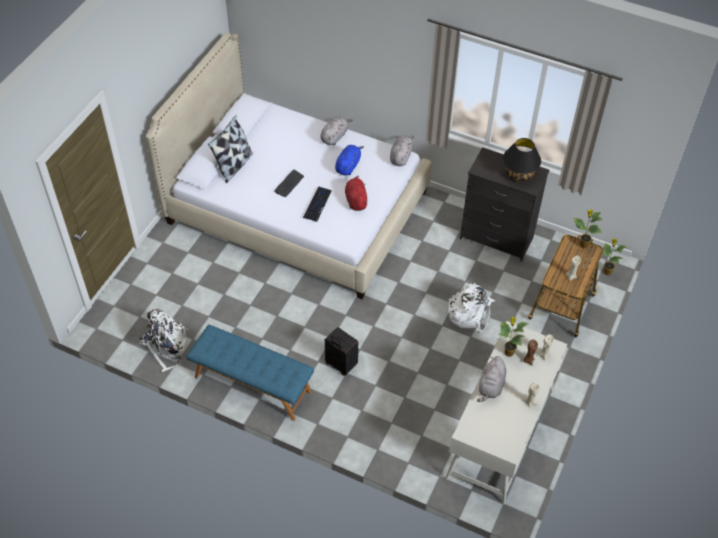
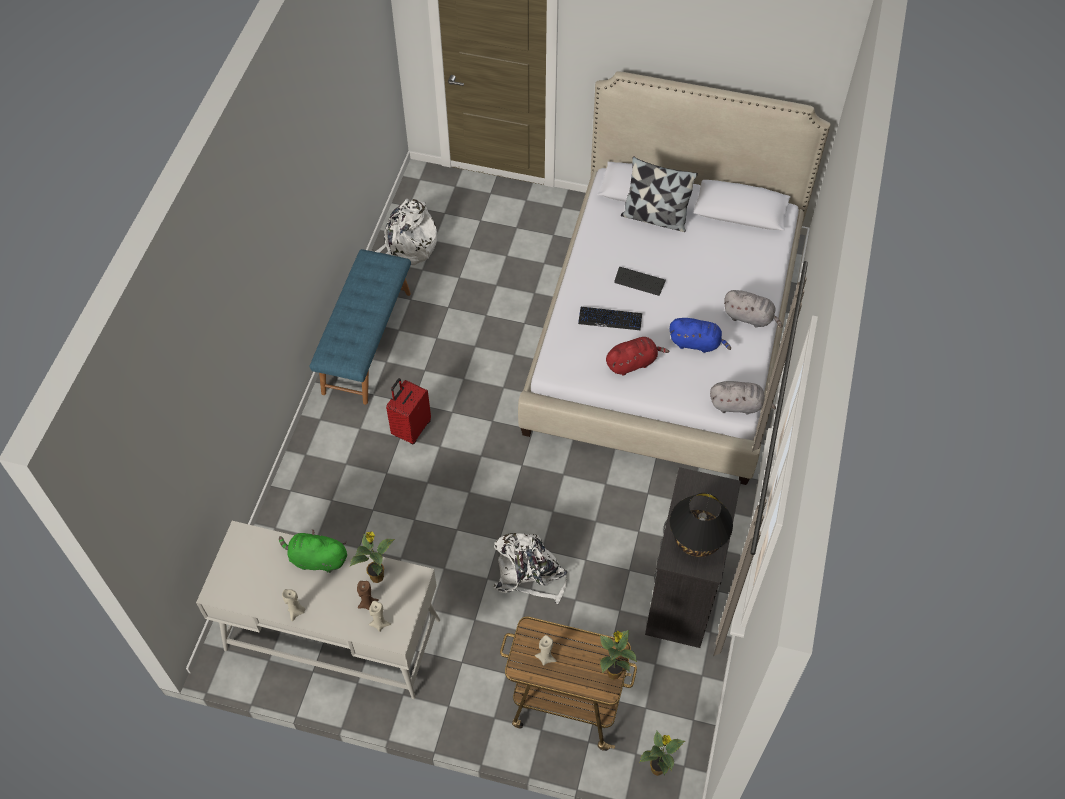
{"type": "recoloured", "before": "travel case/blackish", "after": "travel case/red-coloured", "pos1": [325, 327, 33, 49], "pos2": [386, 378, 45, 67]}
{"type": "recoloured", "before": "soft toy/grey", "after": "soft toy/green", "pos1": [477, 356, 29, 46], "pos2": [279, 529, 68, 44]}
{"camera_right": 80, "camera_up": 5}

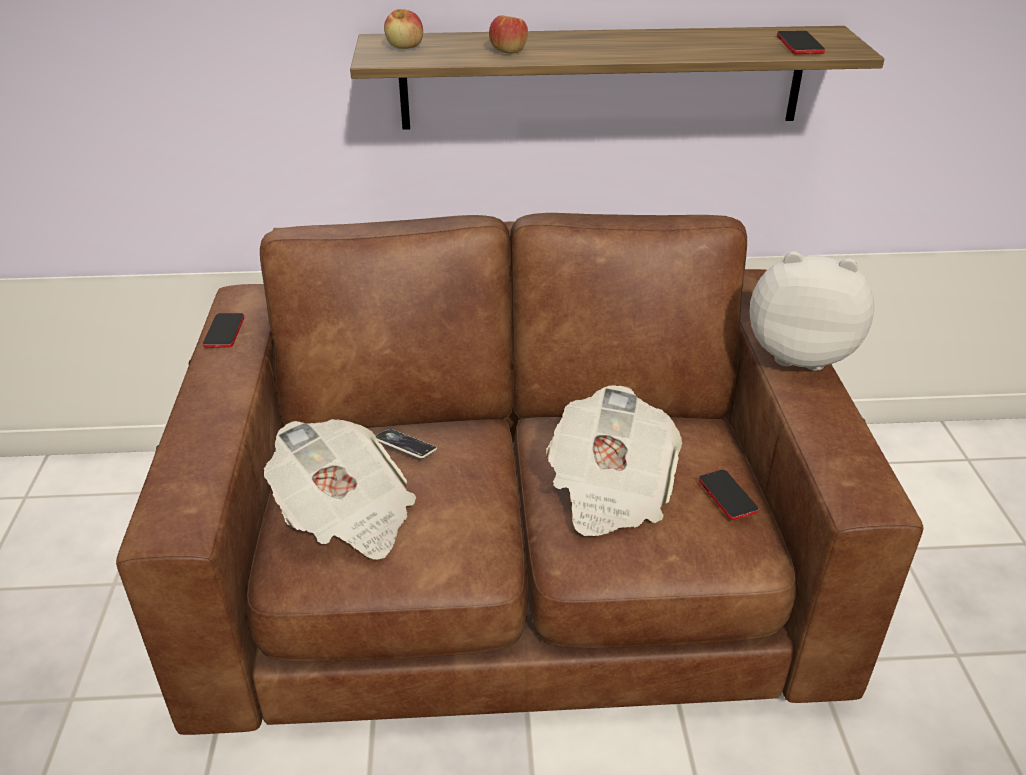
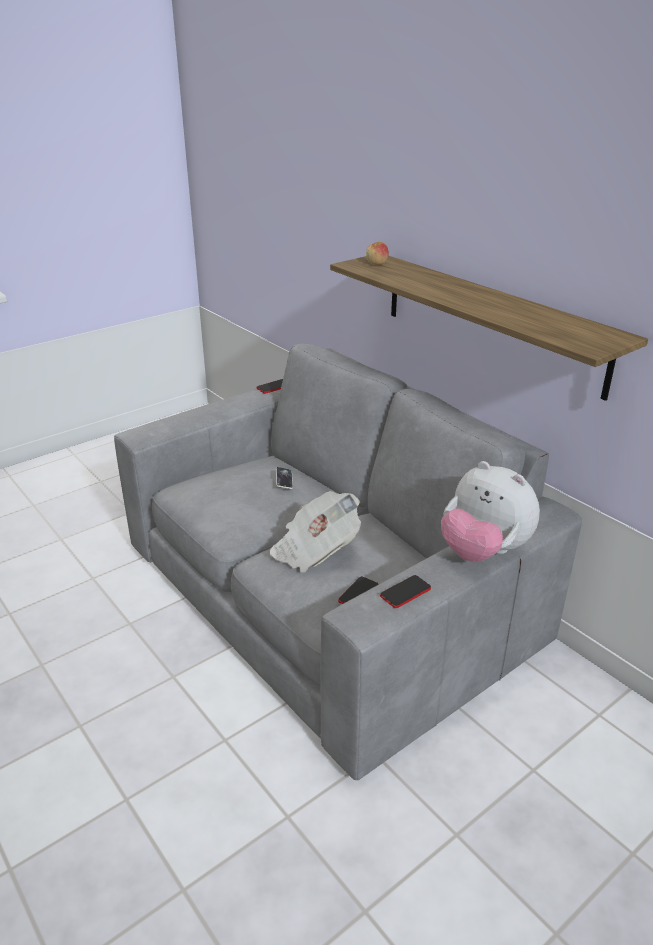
{"type": "removed", "before": "apple", "pos1": [489, 15, 39, 39]}
{"type": "moved", "before": "phone", "pos1": [777, 31, 48, 23], "pos2": [380, 575, 51, 33]}
{"type": "recoloured", "before": "settee/brown", "after": "settee/grey", "pos1": [116, 213, 807, 522], "pos2": [114, 344, 468, 436]}
{"type": "turned", "before": "soft toy", "pos1": [750, 251, 125, 120], "pos2": [441, 461, 99, 101], "turn": 150}
{"type": "removed", "before": "newspaper", "pos1": [264, 419, 152, 141]}
{"camera_right": 55, "camera_up": -5}

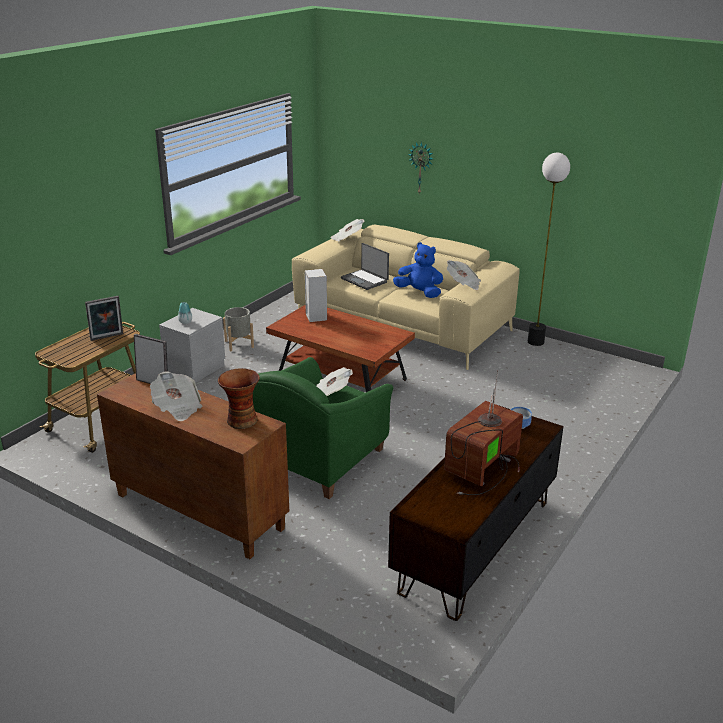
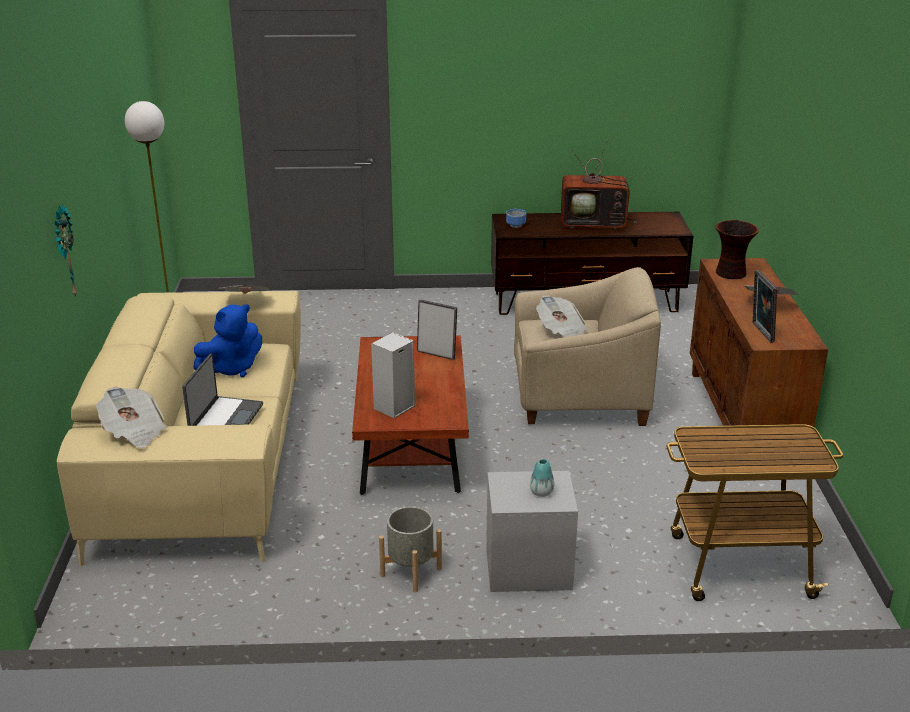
{"type": "turned", "before": "soft toy/blue-coloured", "pos1": [393, 242, 50, 56], "pos2": [193, 304, 69, 73], "turn": -120}
{"type": "moved", "before": "photo frame", "pos1": [85, 296, 38, 45], "pos2": [417, 300, 40, 60]}
{"type": "recoloured", "before": "armchair/green", "after": "armchair/sand-coloured", "pos1": [253, 357, 140, 142], "pos2": [514, 267, 147, 159]}
{"camera_right": -125, "camera_up": 0}

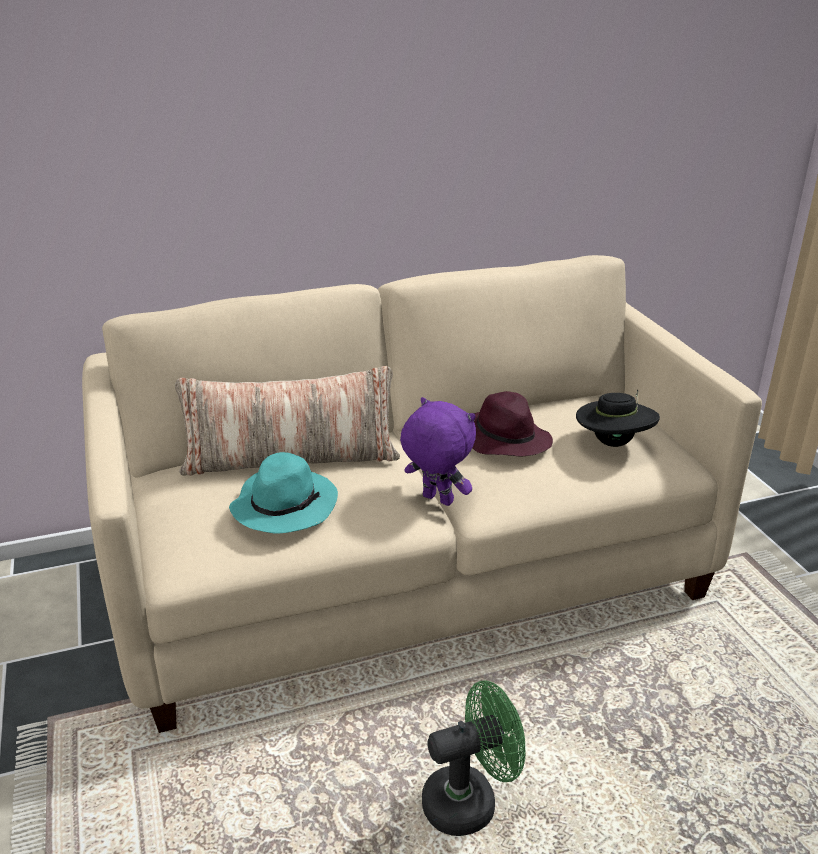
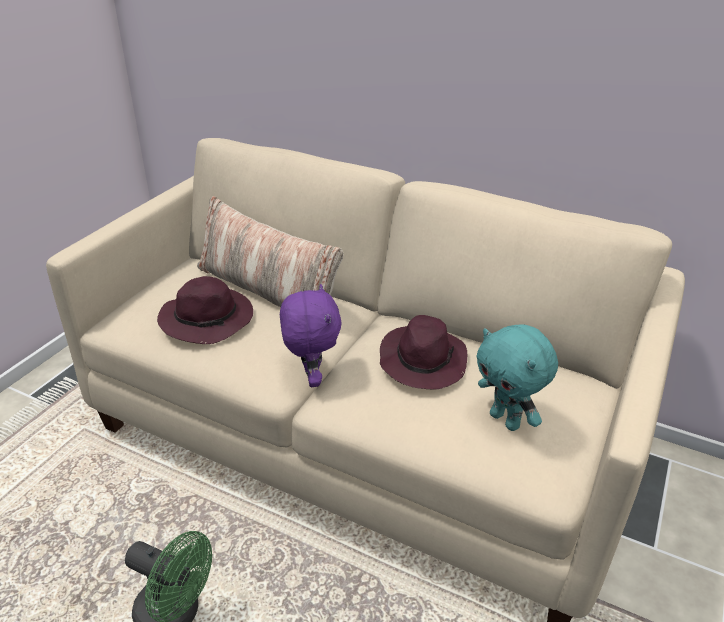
{"type": "replaced", "before": "clothing hat/blackish", "after": "soft toy/turquoise-coloured", "pos1": [576, 390, 84, 57], "pos2": [476, 324, 82, 107]}
{"type": "recoloured", "before": "clothing hat/turquoise-coloured", "after": "clothing hat/purplish", "pos1": [229, 452, 109, 82], "pos2": [157, 276, 96, 68]}
{"camera_right": 45, "camera_up": 5}

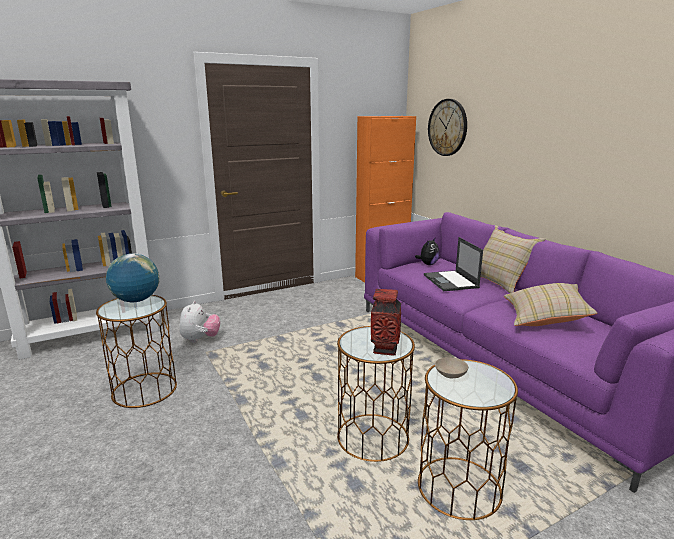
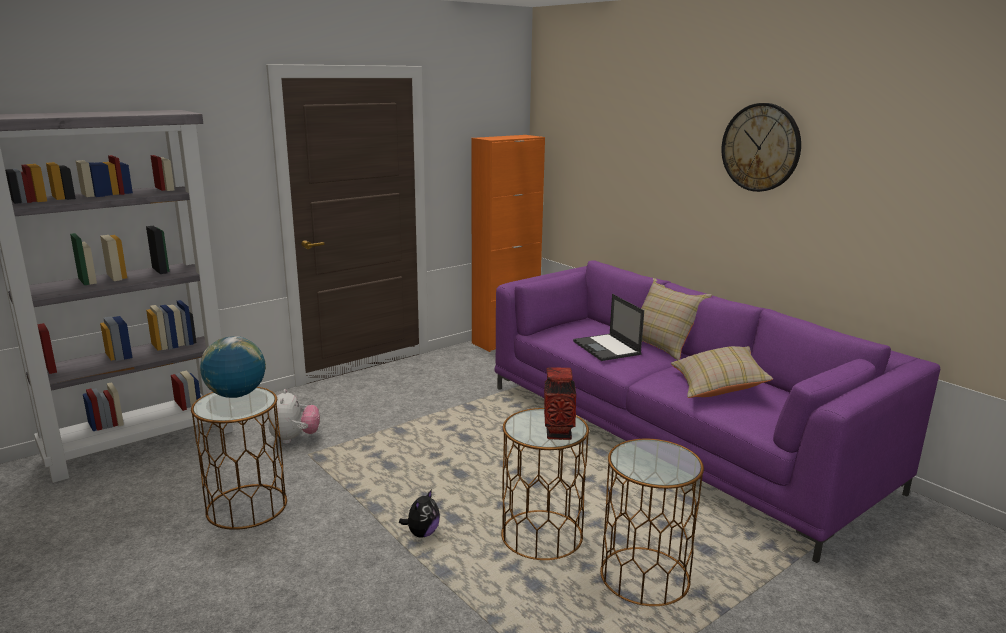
{"type": "moved", "before": "hanging clock", "pos1": [428, 99, 39, 57], "pos2": [722, 103, 79, 89]}
{"type": "moved", "before": "soft toy", "pos1": [415, 238, 24, 27], "pos2": [399, 489, 41, 49]}
{"type": "removed", "before": "deep dish/sand-coloured", "pos1": [435, 357, 33, 21]}
{"camera_right": -10, "camera_up": 0}

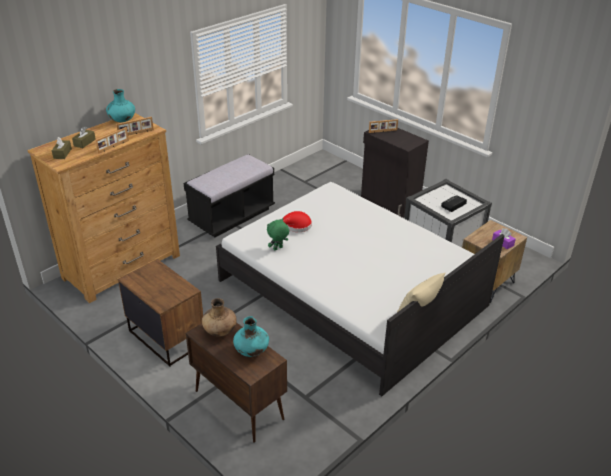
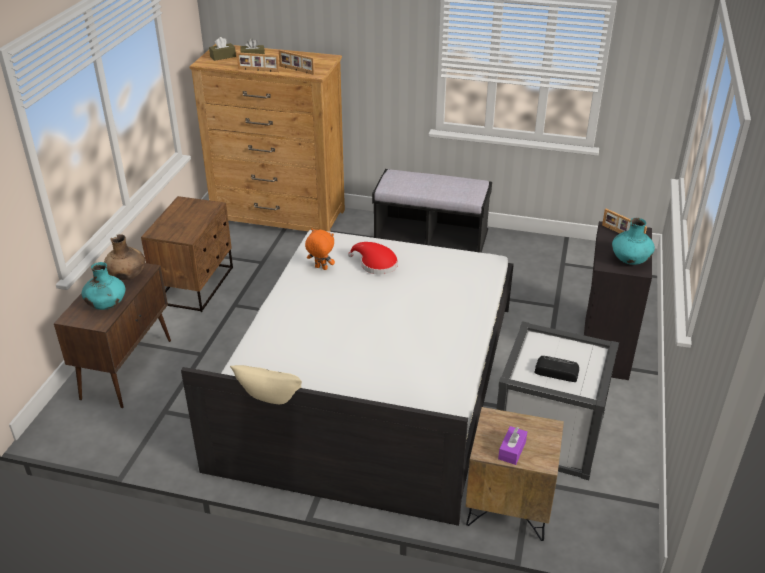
{"type": "moved", "before": "decorative vase/turquoise-coloured", "pos1": [106, 89, 29, 33], "pos2": [612, 218, 43, 47]}
{"type": "recoloured", "before": "soft toy/green", "after": "soft toy/orange-coloured", "pos1": [267, 218, 22, 32], "pos2": [305, 228, 30, 42]}
{"camera_right": 60, "camera_up": 0}

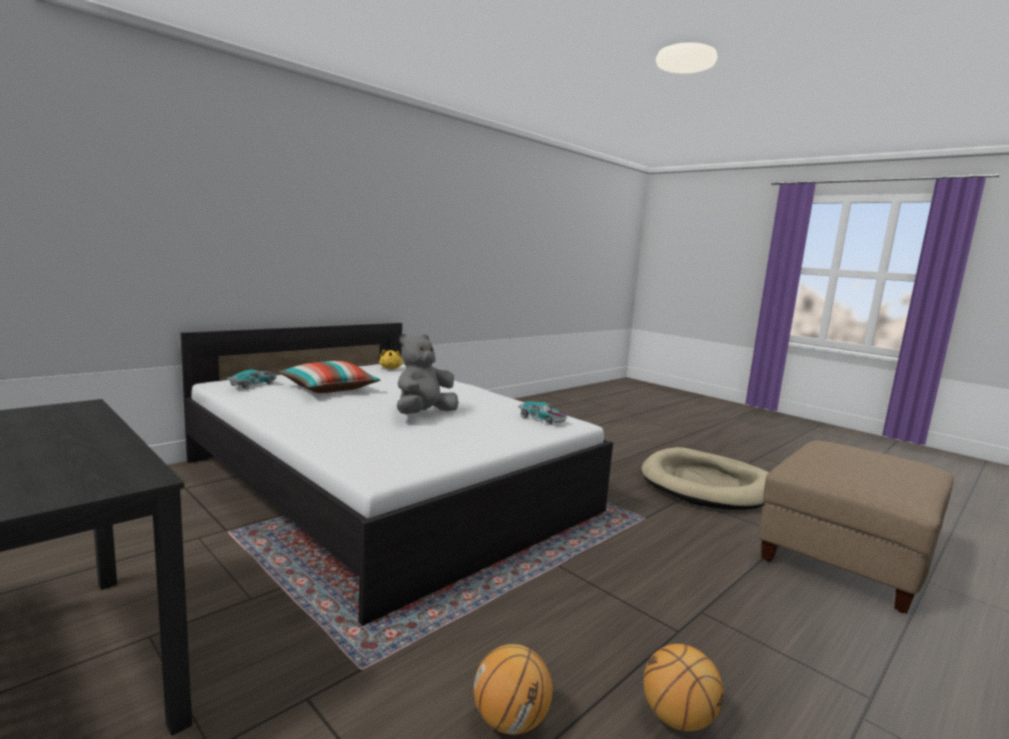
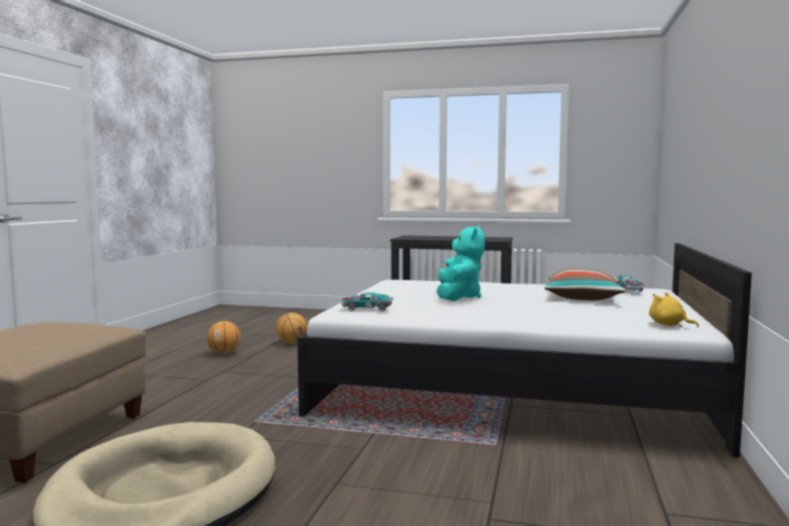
{"type": "recoloured", "before": "soft toy/grey", "after": "soft toy/turquoise-coloured", "pos1": [397, 334, 62, 80], "pos2": [437, 225, 48, 76]}
{"camera_right": 150, "camera_up": -5}

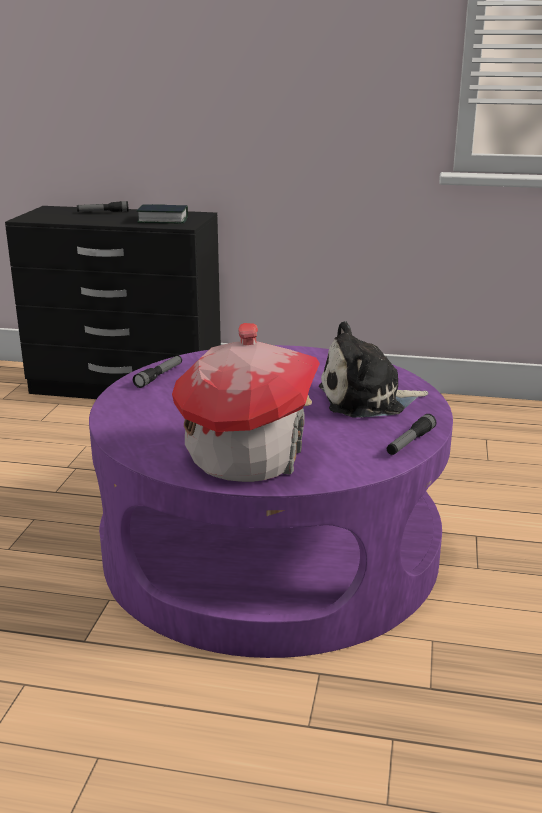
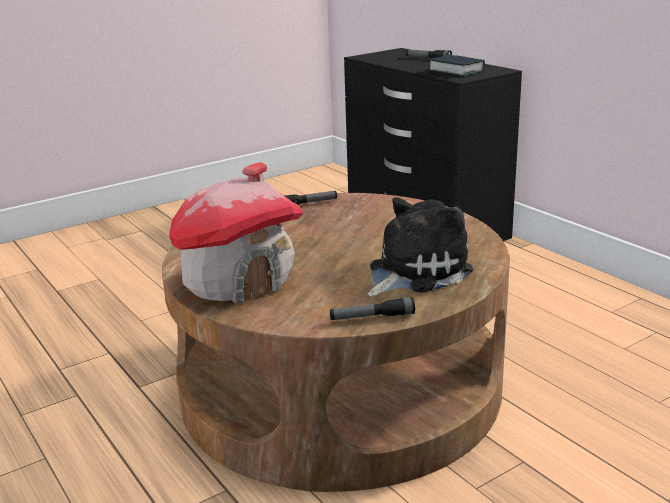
{"type": "turned", "before": "soft toy", "pos1": [319, 321, 110, 97], "pos2": [368, 198, 105, 99], "turn": 105}
{"type": "recoloured", "before": "lounge table/purplish", "after": "lounge table/brown", "pos1": [89, 345, 364, 313], "pos2": [162, 193, 348, 299]}
{"camera_right": 45, "camera_up": 0}

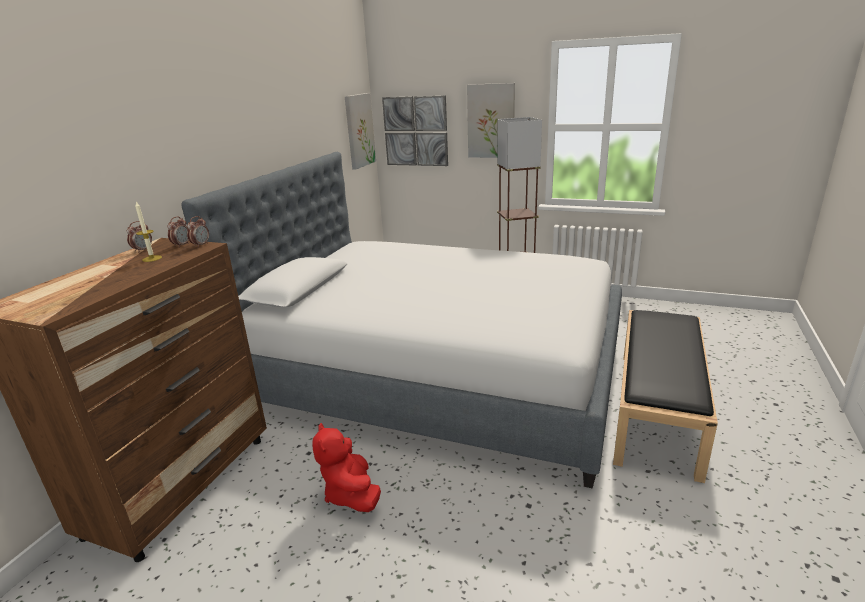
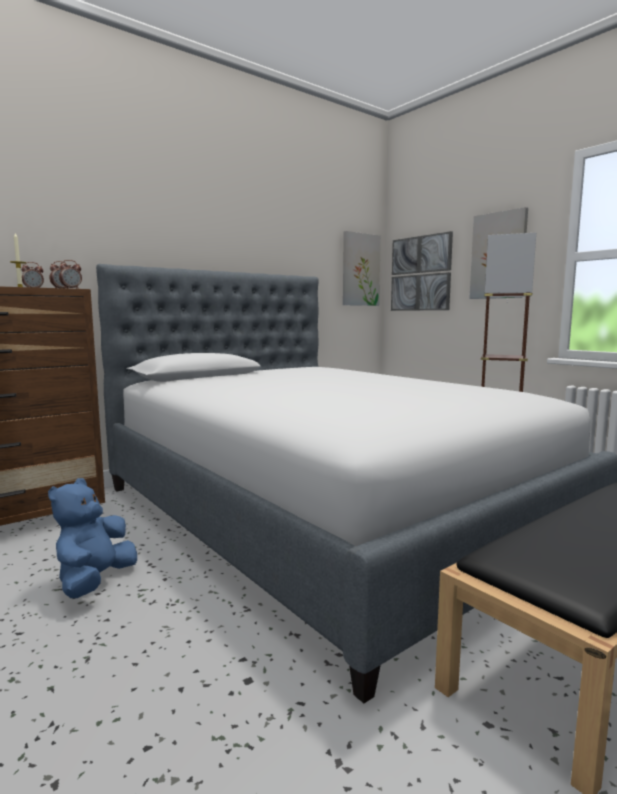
{"type": "recoloured", "before": "soft toy/red-coloured", "after": "soft toy/blue-coloured", "pos1": [312, 423, 69, 89], "pos2": [48, 478, 89, 120]}
{"camera_right": 30, "camera_up": -15}

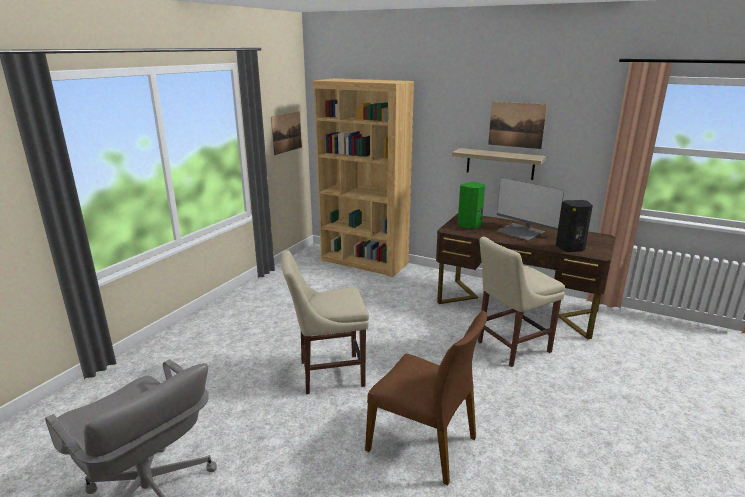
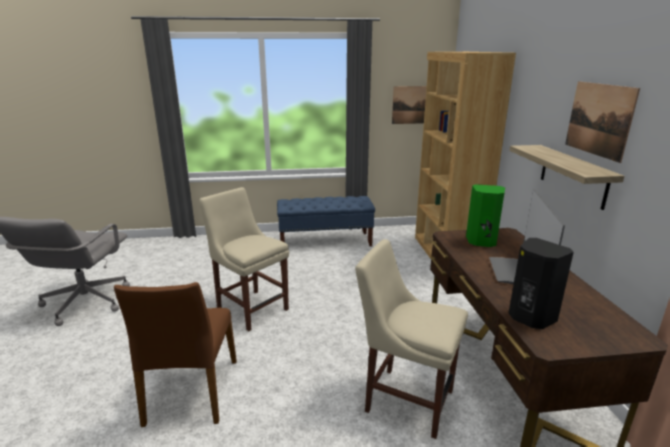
{"type": "added", "after": "long seat/blue-coloured", "pos2": [277, 196, 98, 50]}
{"camera_right": 55, "camera_up": 0}

